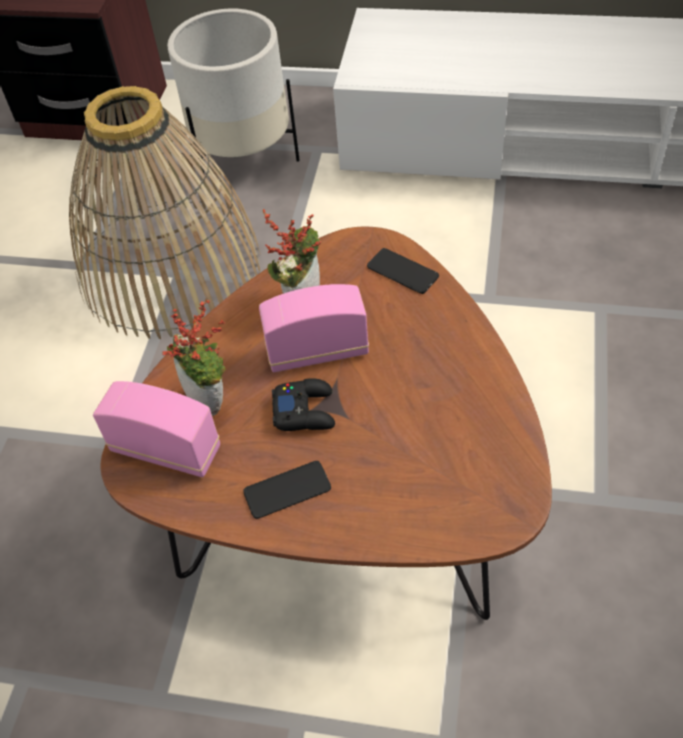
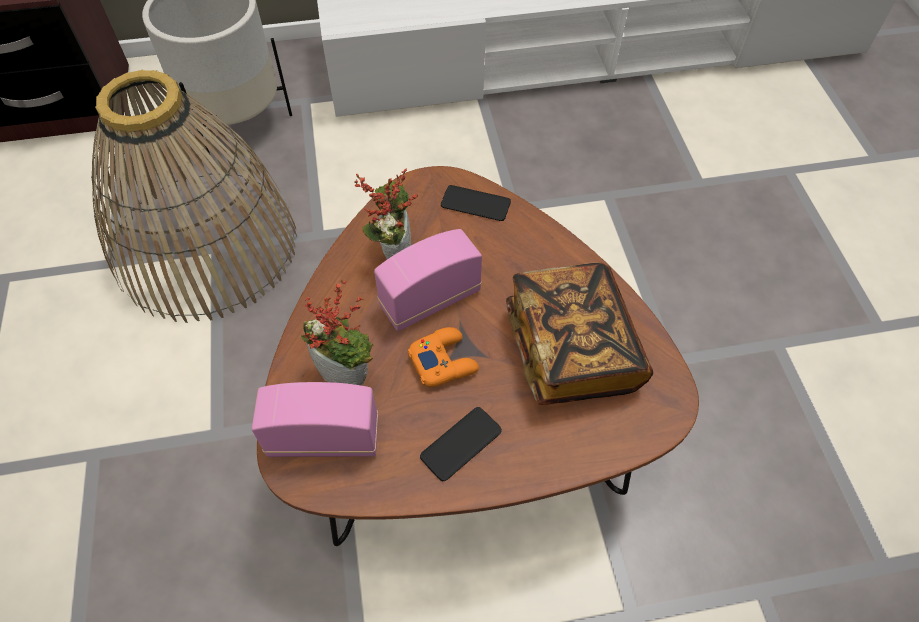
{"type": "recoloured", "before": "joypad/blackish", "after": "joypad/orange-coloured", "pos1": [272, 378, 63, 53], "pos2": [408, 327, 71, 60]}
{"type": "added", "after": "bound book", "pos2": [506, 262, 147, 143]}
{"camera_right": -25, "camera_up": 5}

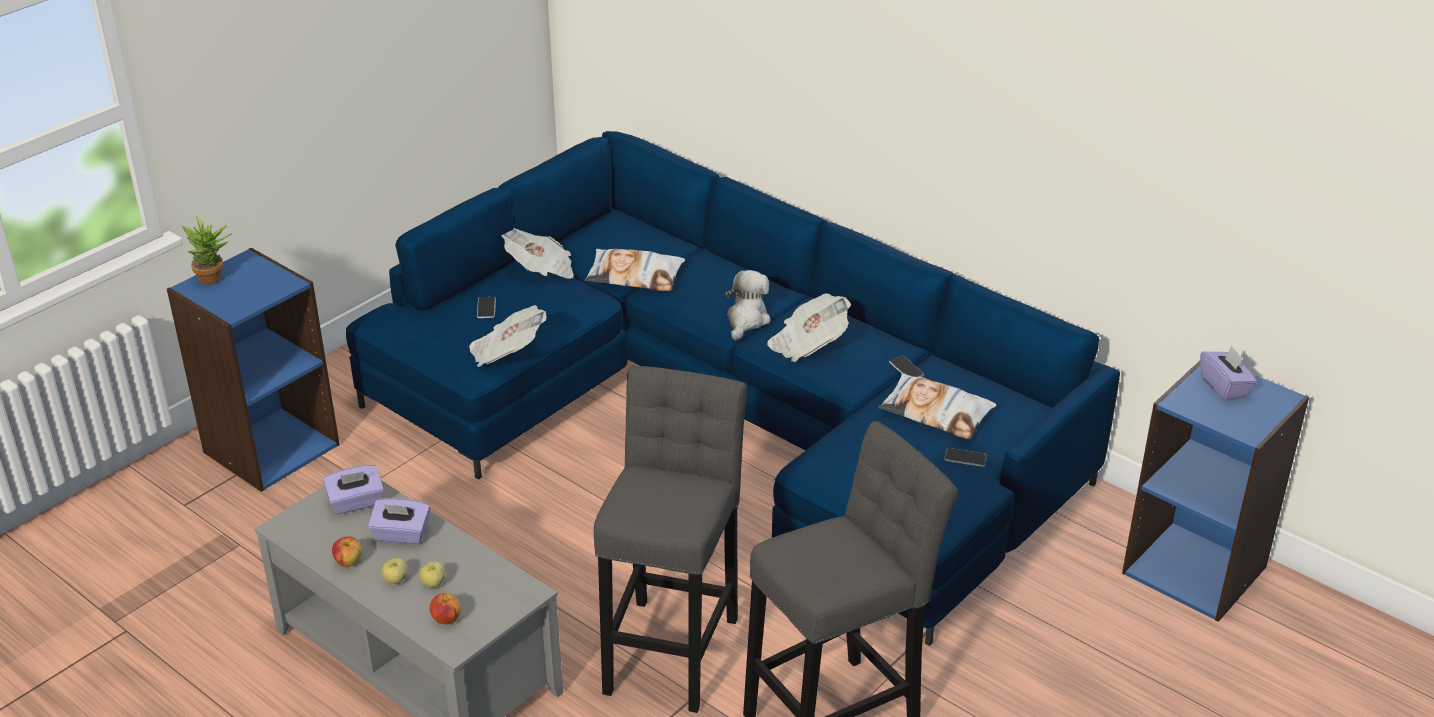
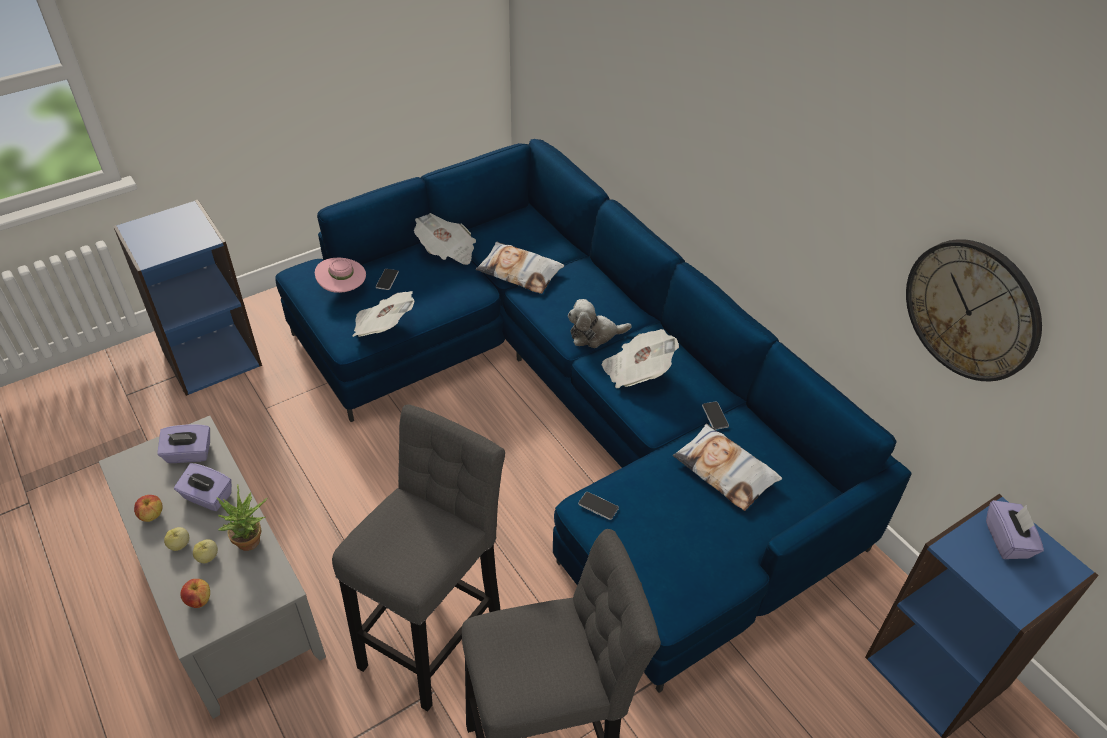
{"type": "moved", "before": "plant in a pot", "pos1": [181, 216, 51, 69], "pos2": [216, 485, 51, 66]}
{"type": "turned", "before": "soft toy", "pos1": [725, 270, 46, 70], "pos2": [568, 299, 64, 49], "turn": -135}
{"type": "moved", "before": "phone", "pos1": [944, 448, 43, 19], "pos2": [578, 492, 41, 28]}
{"type": "added", "after": "hanging clock", "pos2": [906, 239, 136, 142]}
{"type": "added", "after": "clothing hat/pinkish", "pos2": [315, 258, 51, 35]}
{"camera_right": 15, "camera_up": 10}

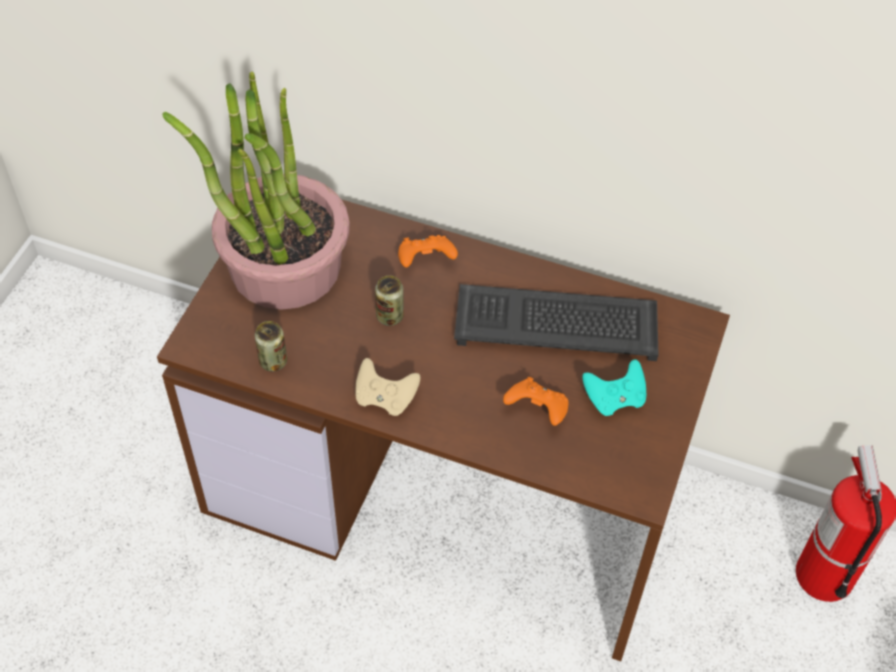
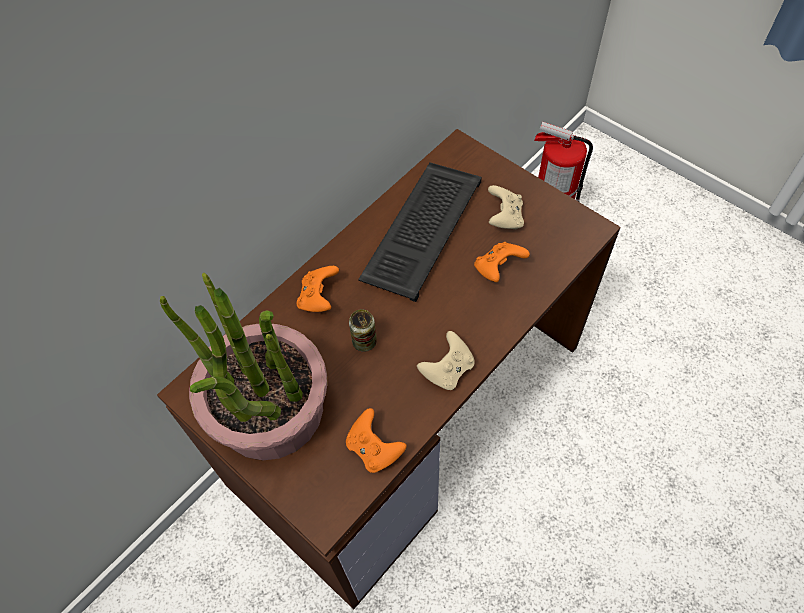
{"type": "replaced", "before": "sealed can", "after": "joypad/orange-coloured", "pos1": [255, 321, 32, 51], "pos2": [346, 408, 61, 65]}
{"type": "recoloured", "before": "joypad/turquoise-coloured", "after": "joypad/sand-coloured", "pos1": [582, 359, 64, 57], "pos2": [488, 185, 36, 44]}
{"camera_right": -65, "camera_up": 5}

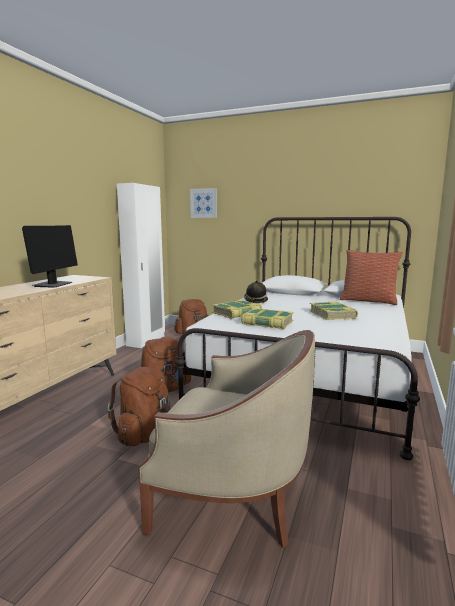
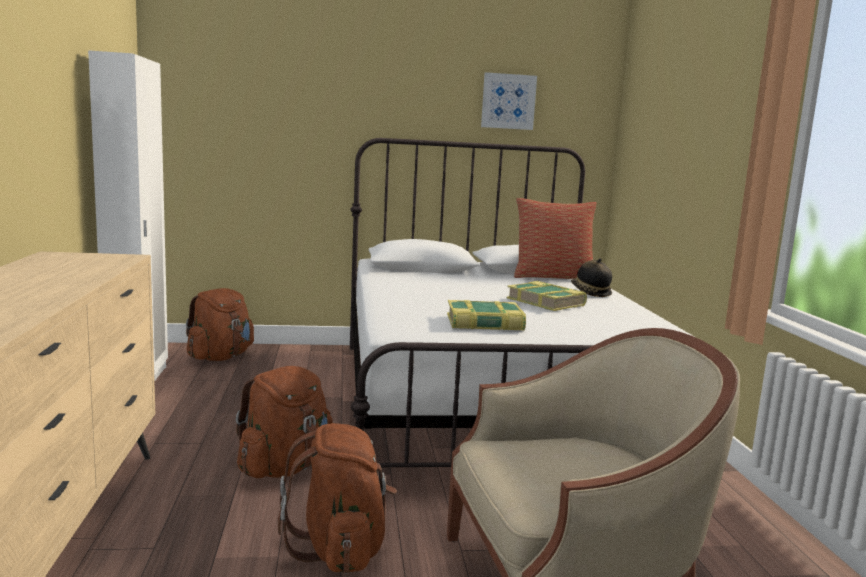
{"type": "moved", "before": "wall art", "pos1": [190, 188, 27, 30], "pos2": [481, 72, 56, 58]}
{"type": "removed", "before": "monitor", "pos1": [22, 225, 56, 63]}
{"type": "moved", "before": "clothing hat", "pos1": [244, 280, 24, 23], "pos2": [571, 258, 41, 39]}
{"type": "removed", "before": "bound book", "pos1": [212, 300, 50, 19]}
{"camera_right": -30, "camera_up": 0}

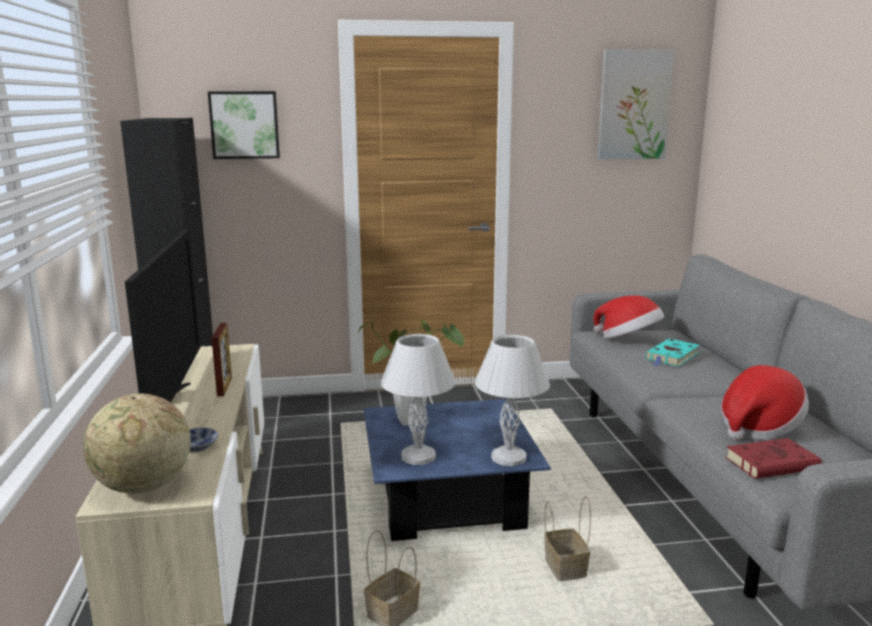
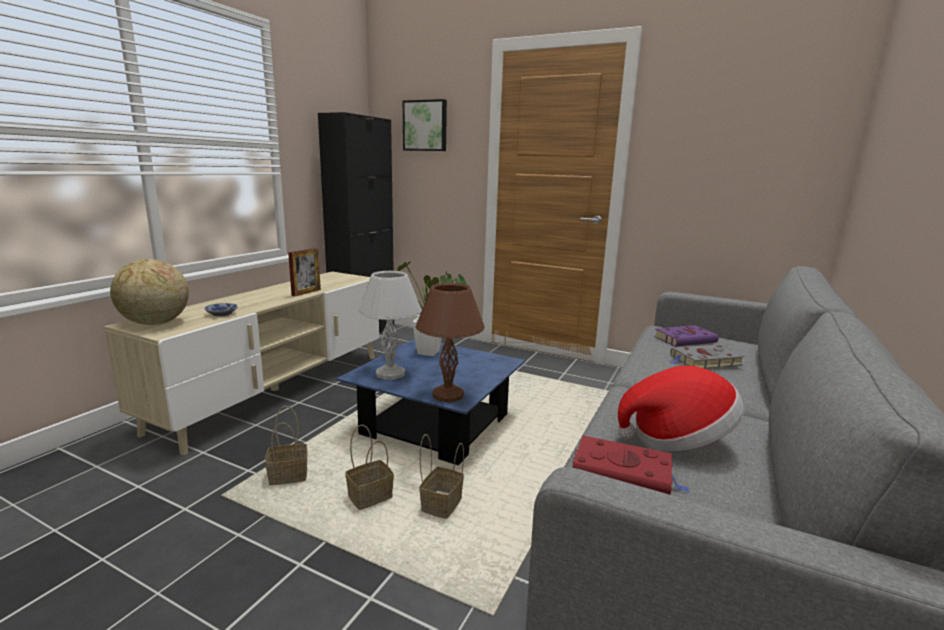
{"type": "removed", "before": "wall art", "pos1": [597, 49, 77, 111]}
{"type": "removed", "before": "TV set", "pos1": [125, 230, 76, 173]}
{"type": "replaced", "before": "clothing hat", "after": "bound book/purplish", "pos1": [593, 295, 71, 43], "pos2": [654, 325, 65, 22]}
{"type": "recoloured", "before": "table lamp/whitish", "after": "table lamp/brown", "pos1": [475, 335, 75, 131], "pos2": [416, 283, 68, 119]}
{"type": "recoloured", "before": "bound book/turquoise-coloured", "after": "bound book/grey", "pos1": [645, 339, 55, 28], "pos2": [669, 345, 75, 24]}
{"type": "added", "after": "household basket", "pos2": [345, 425, 49, 85]}
{"camera_right": 35, "camera_up": 0}

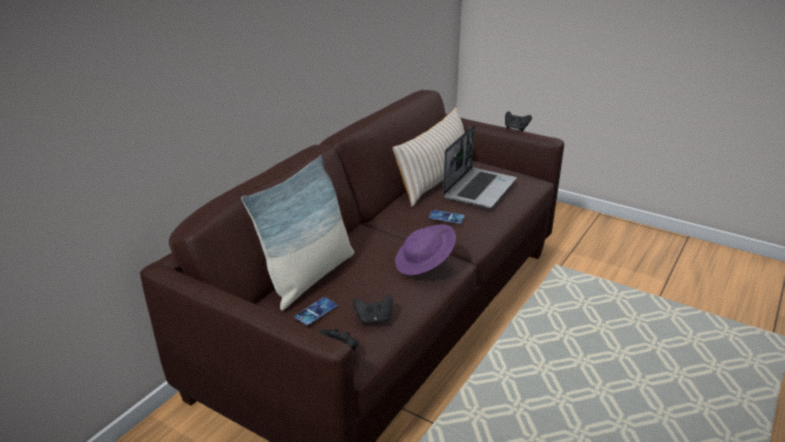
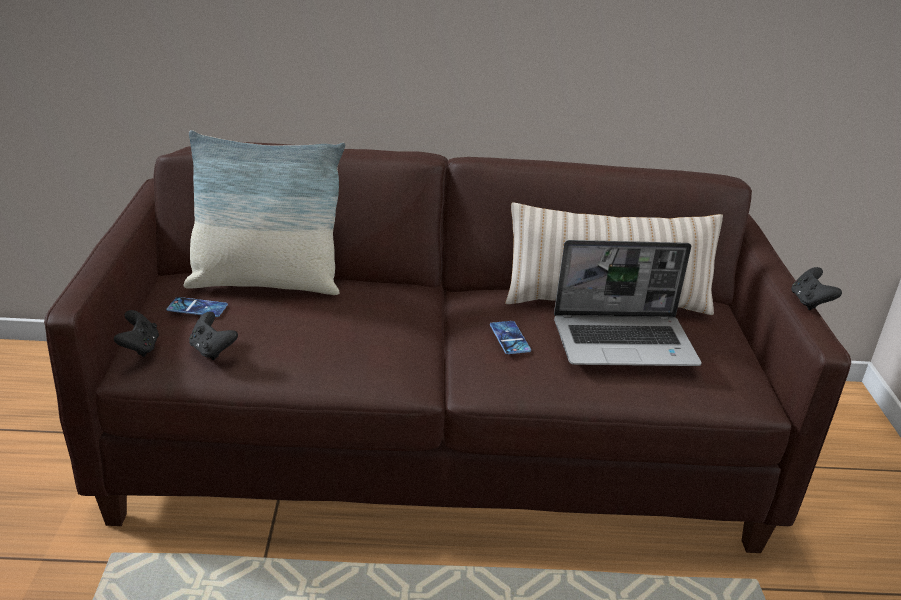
{"type": "removed", "before": "clothing hat/purplish", "pos1": [395, 224, 61, 51]}
{"camera_right": 55, "camera_up": 0}

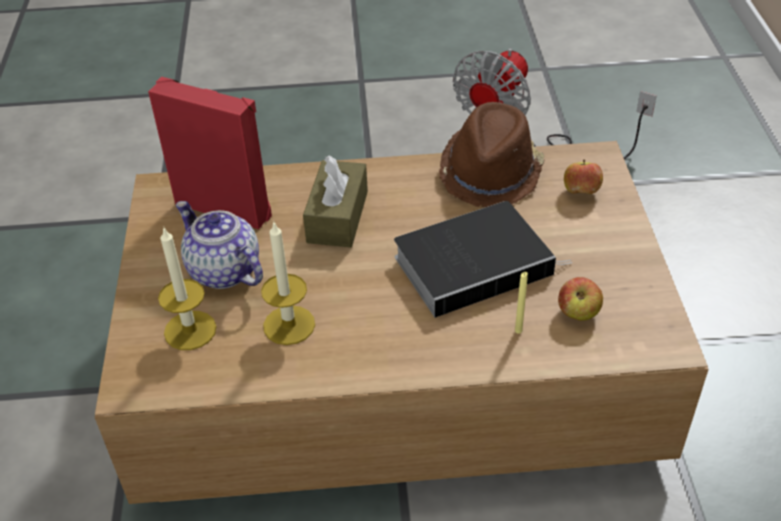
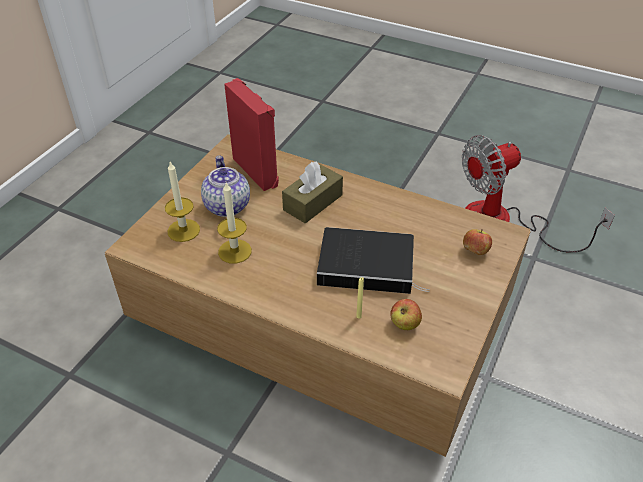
{"type": "removed", "before": "clothing hat/brown", "pos1": [439, 102, 105, 105]}
{"camera_right": 30, "camera_up": 0}

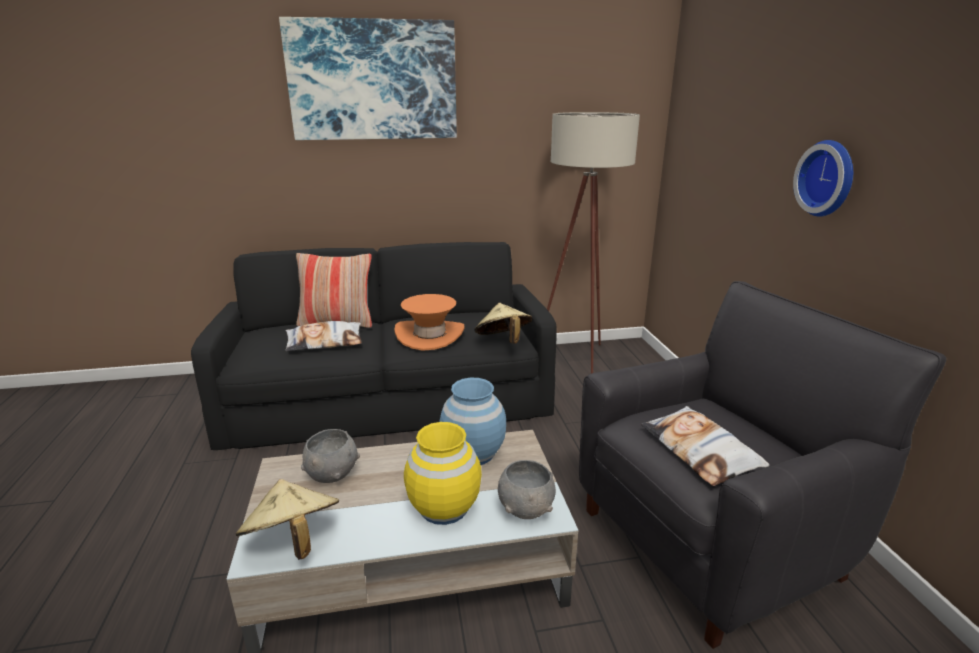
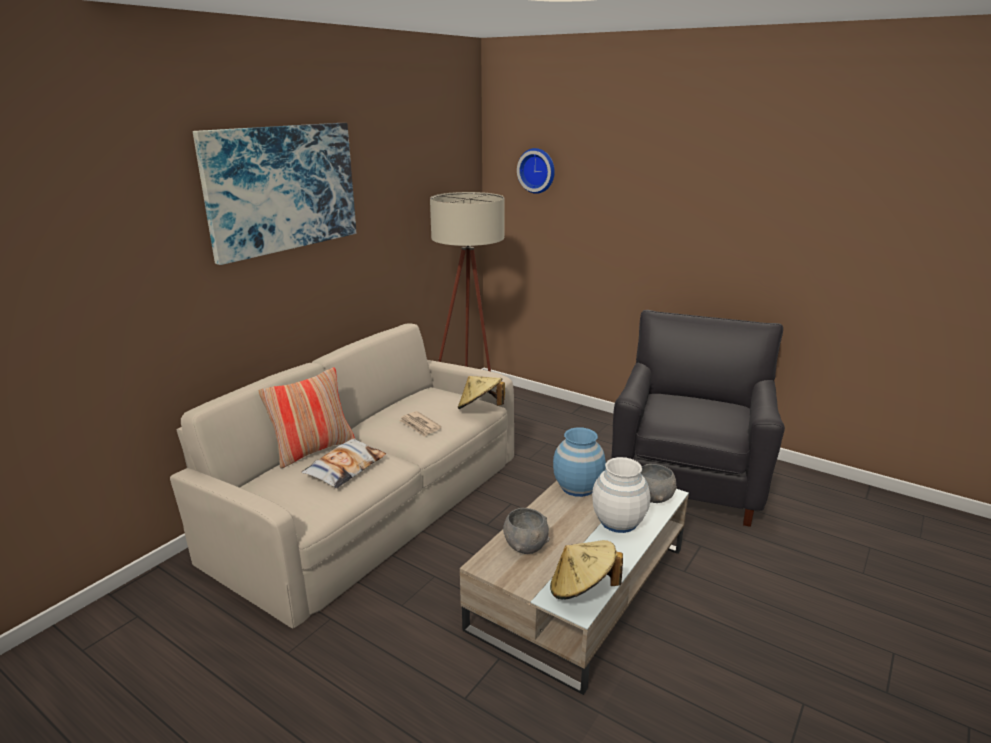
{"type": "moved", "before": "hanging clock", "pos1": [793, 140, 60, 77], "pos2": [517, 148, 38, 46]}
{"type": "recoloured", "before": "settee/blackish", "after": "settee/sand-coloured", "pos1": [191, 242, 366, 208], "pos2": [170, 324, 344, 304]}
{"type": "replaced", "before": "clothing hat/orange-coloured", "after": "newspaper", "pos1": [394, 294, 71, 57], "pos2": [399, 411, 42, 26]}
{"type": "removed", "before": "cushion", "pos1": [641, 406, 129, 80]}
{"type": "recoloured", "before": "decorative vase/yellowish", "after": "decorative vase/whitish", "pos1": [404, 422, 78, 103], "pos2": [592, 457, 58, 76]}
{"camera_right": -45, "camera_up": 0}

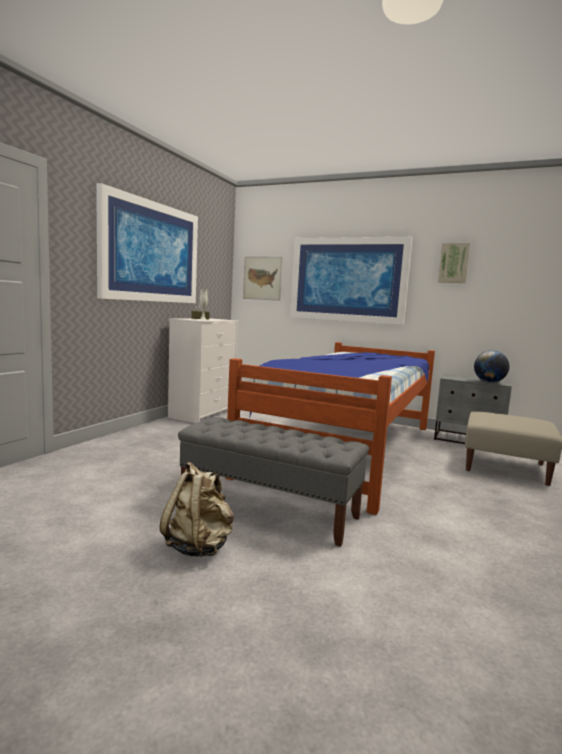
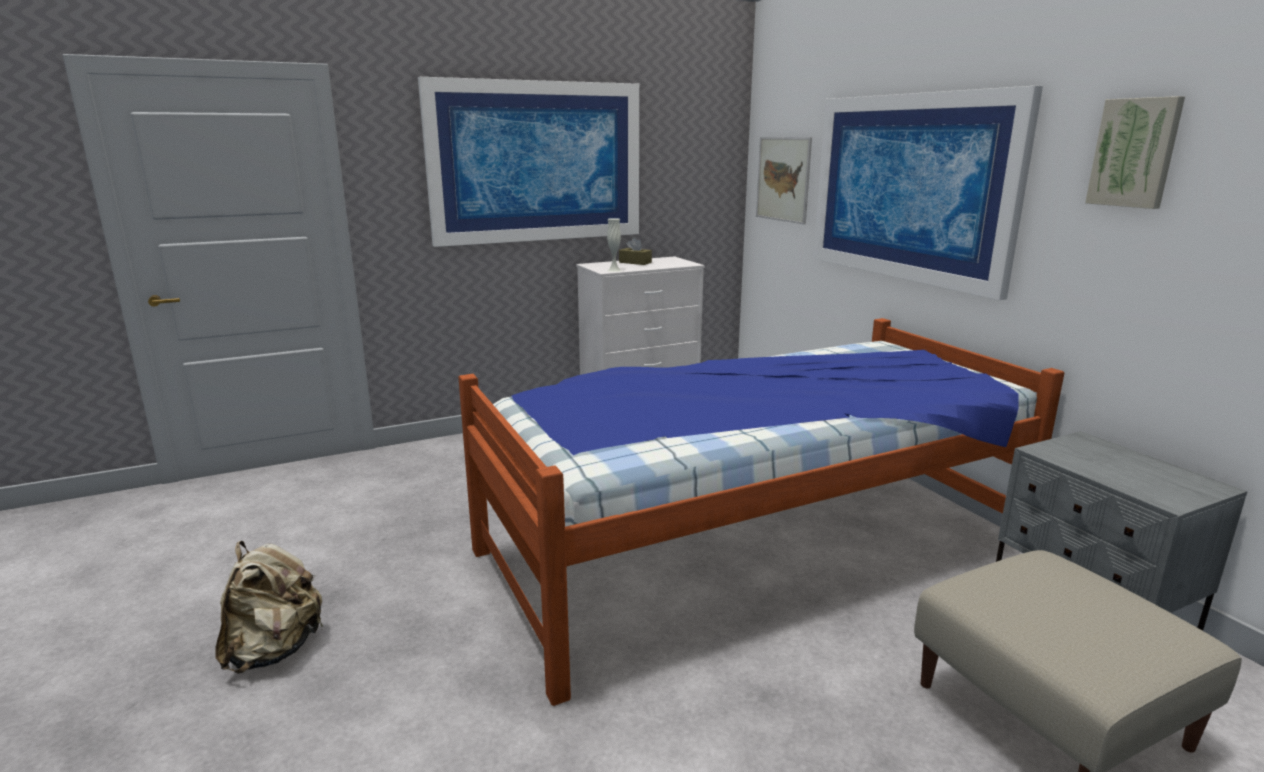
{"type": "removed", "before": "globe", "pos1": [474, 350, 36, 33]}
{"type": "removed", "before": "long seat/grey", "pos1": [178, 417, 191, 130]}
{"camera_right": 40, "camera_up": 10}

